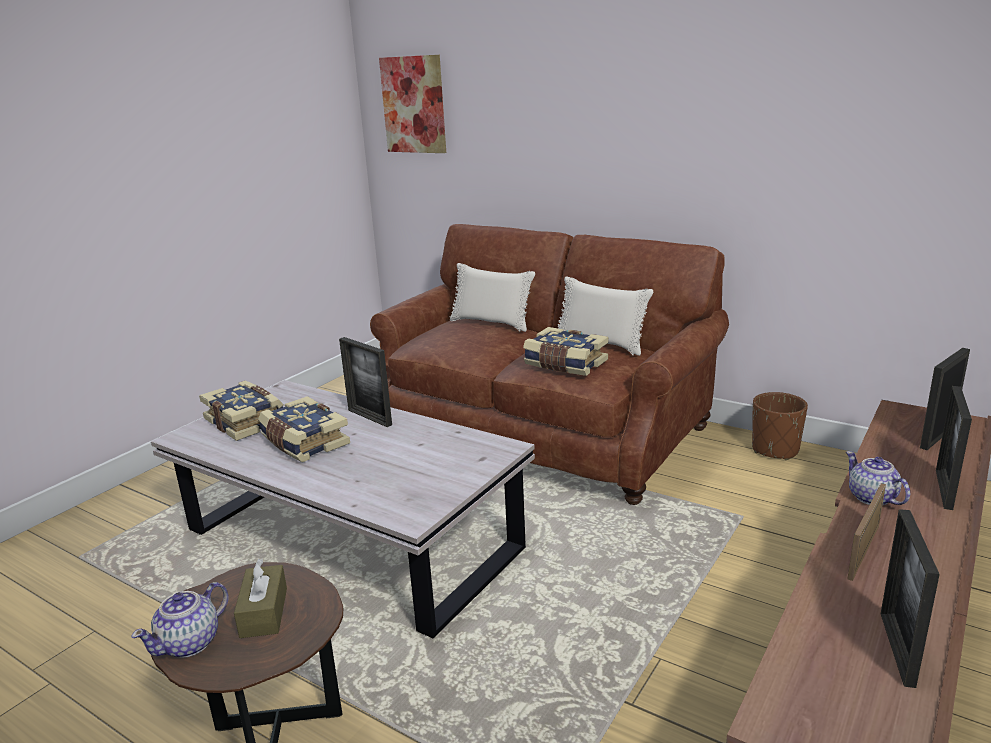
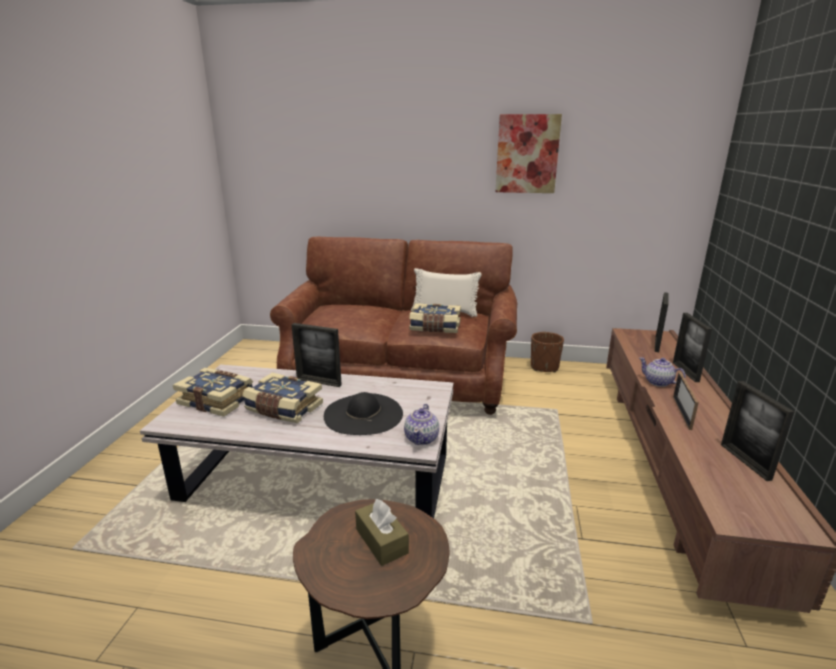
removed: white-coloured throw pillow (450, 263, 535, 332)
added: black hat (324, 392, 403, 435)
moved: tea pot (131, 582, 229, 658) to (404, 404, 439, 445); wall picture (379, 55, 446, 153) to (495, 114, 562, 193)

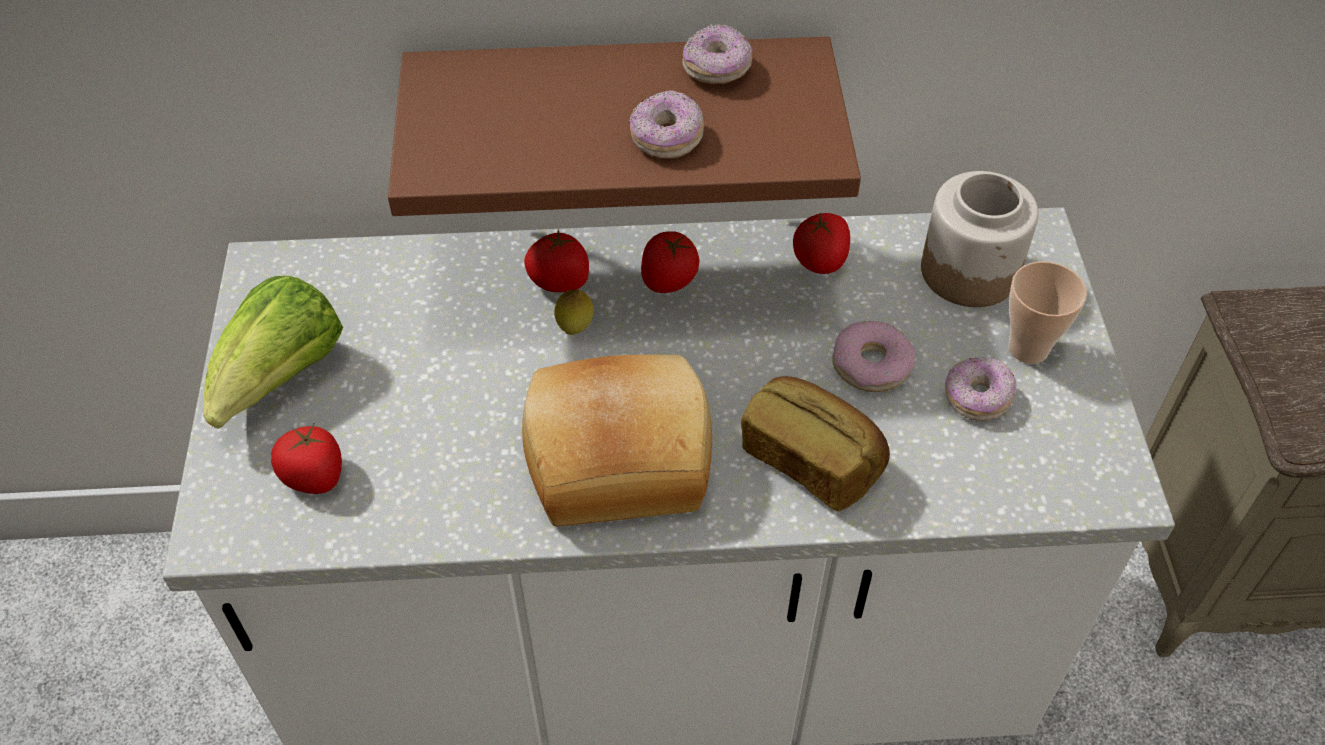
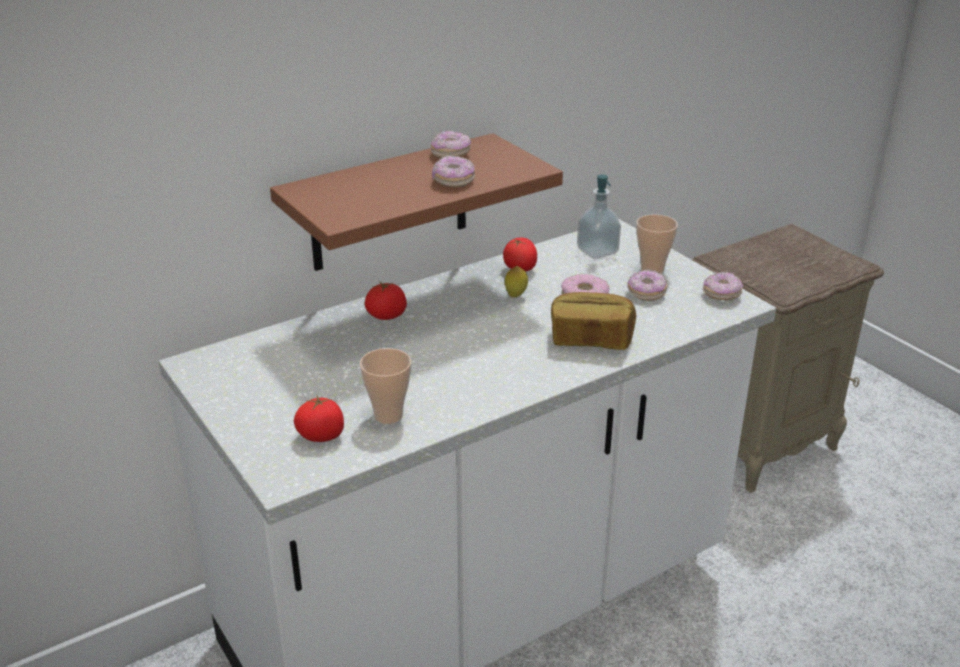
removed: lettuce head (204, 276, 343, 429); bakery bread (522, 354, 712, 527); whole tomato (641, 231, 700, 293)
added: cup (360, 348, 411, 424); doughnut (703, 272, 743, 300)
moved: lemon (554, 290, 594, 335) to (505, 266, 528, 298)
replaced: jar (921, 171, 1039, 307) to soap dispenser (577, 174, 621, 259)

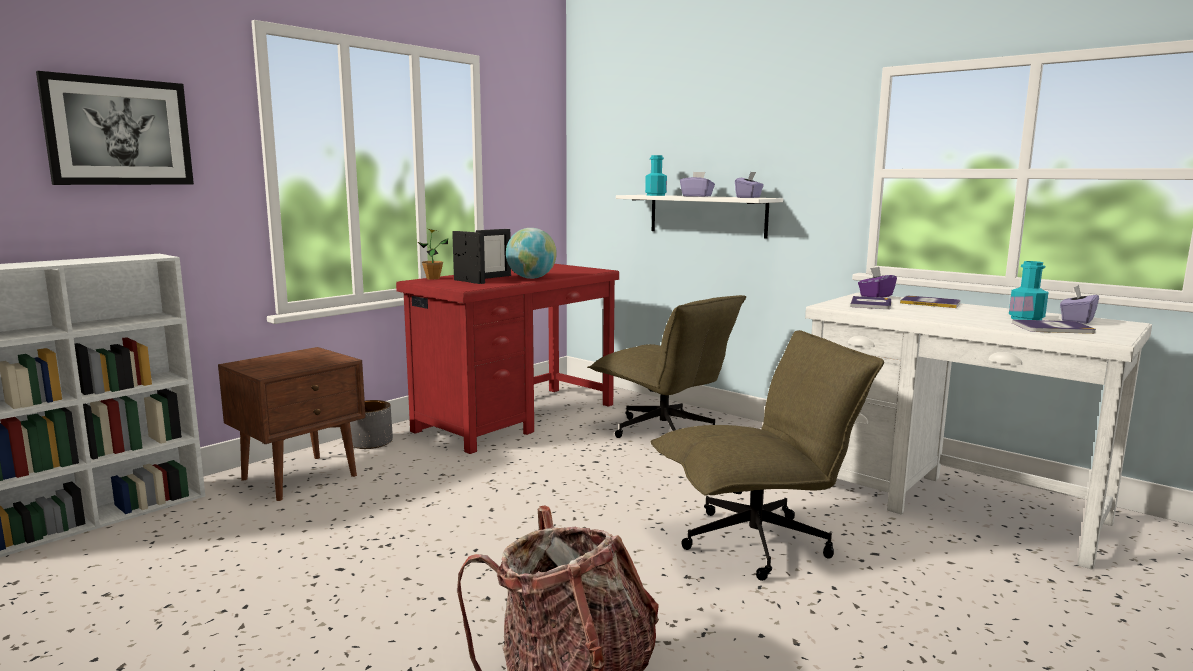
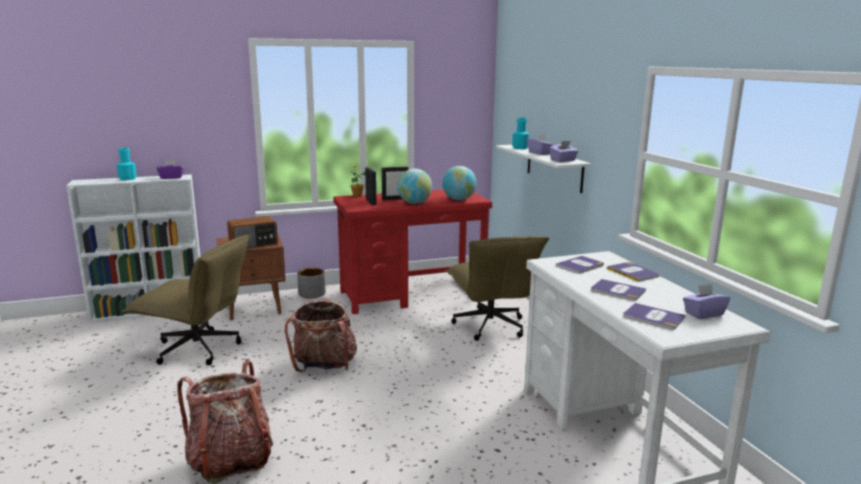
removed: wall picture (36, 71, 194, 185)
added: radio (227, 216, 278, 249); knapsack (285, 297, 357, 372); world globe (442, 166, 477, 200); volume (591, 279, 646, 301)
moved: sand-coloured office chair (650, 330, 884, 581) to (121, 235, 251, 365); purple-coloured box of tissues (858, 267, 897, 298) to (157, 159, 184, 179); turquoise-coloured bottle (1009, 261, 1049, 320) to (117, 148, 137, 180)

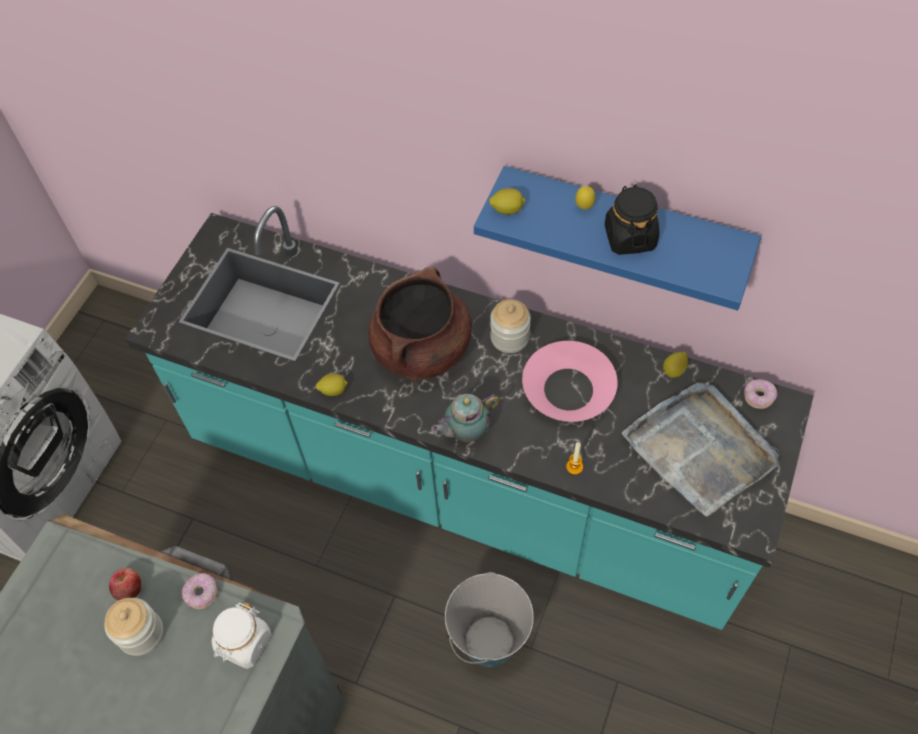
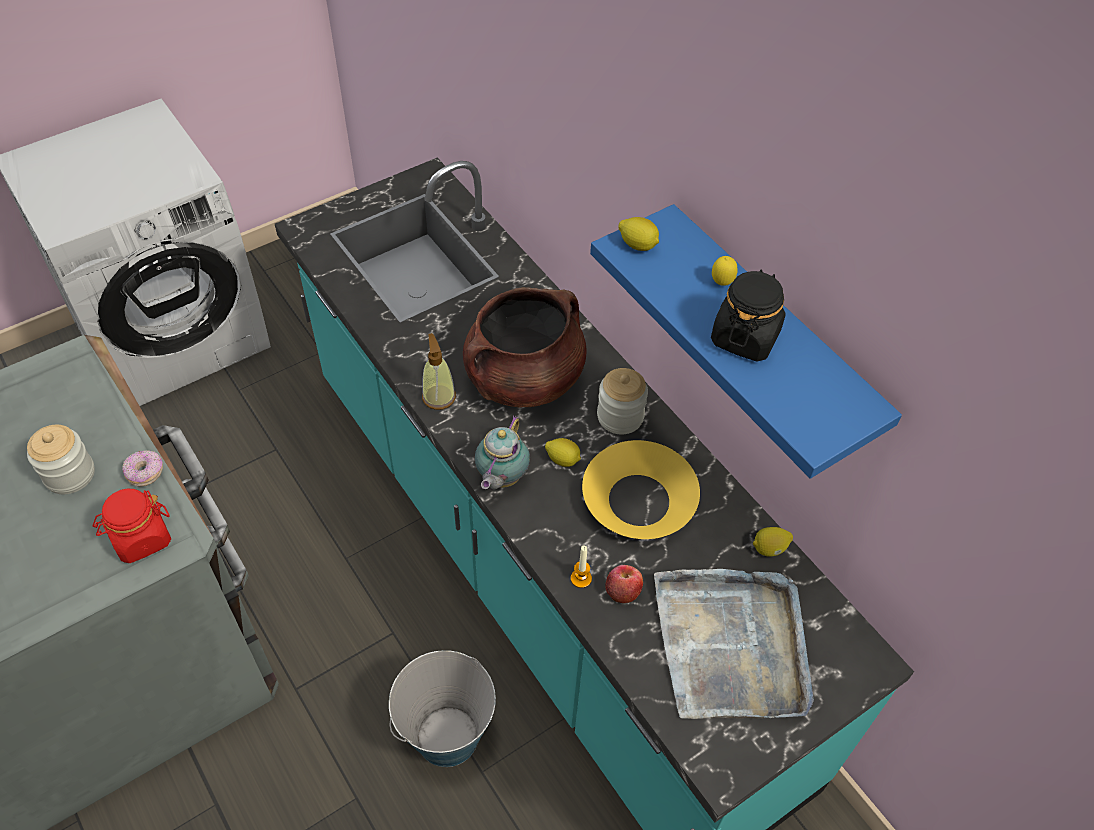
removed: doughnut (744, 379, 777, 409)
added: soap dispenser (422, 333, 456, 410)
moved: whole apple (109, 568, 141, 600) to (605, 565, 643, 603); lemon (316, 373, 348, 396) to (545, 438, 581, 467)
recoloured: white-coloured jar (212, 603, 271, 669) to red jar (93, 488, 171, 563); pink bowl (522, 341, 618, 422) to yellow-coloured bowl (582, 440, 700, 539)
turned: tea pot (431, 393, 500, 442) = (475, 415, 530, 490) 75 degrees counterclockwise

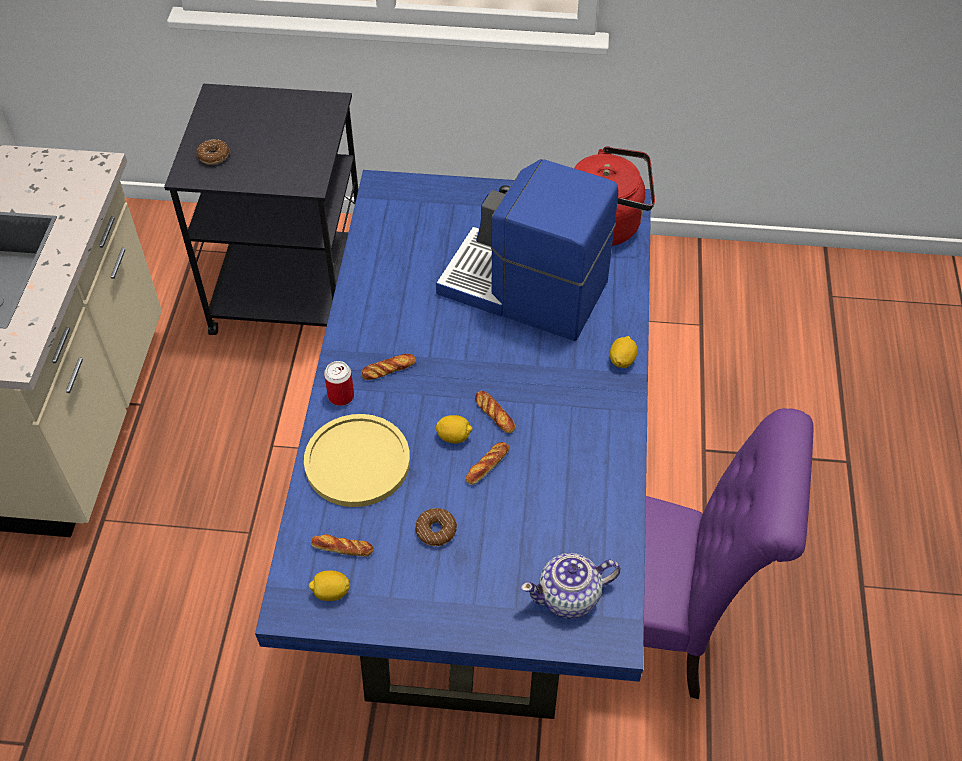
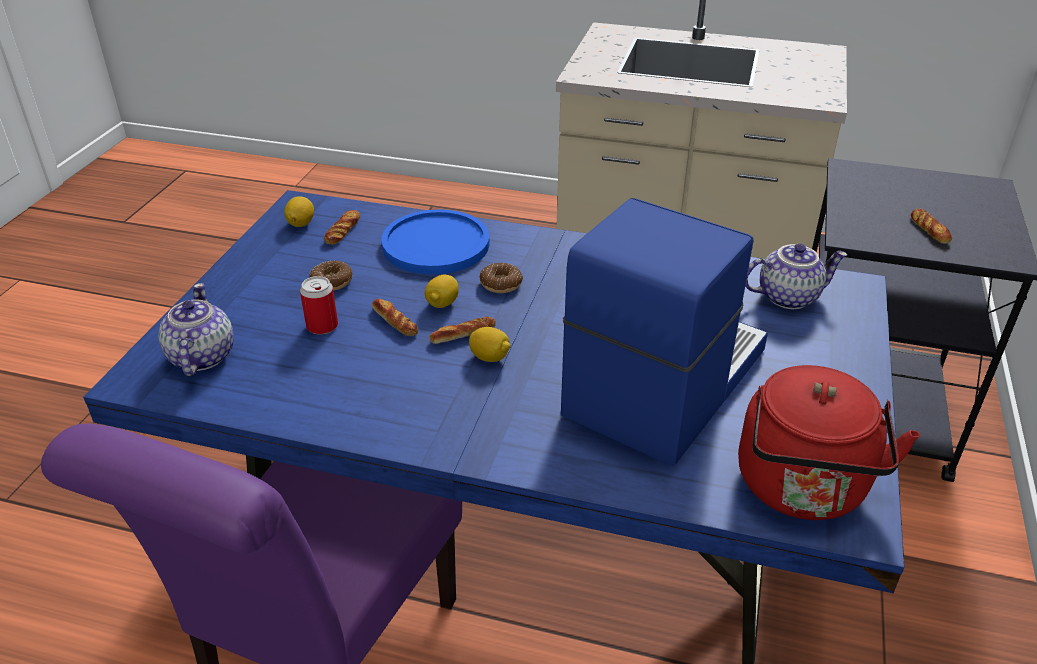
added: tea pot (745, 243, 848, 309)
moved: doughnut (196, 139, 229, 165) to (480, 263, 523, 293); can (324, 361, 354, 406) to (300, 276, 338, 335); bakery bread (361, 354, 416, 380) to (911, 209, 952, 244); lemon (610, 336, 638, 368) to (469, 327, 511, 362)
recoloured: yellow-coloured flat dish (304, 414, 410, 507) to blue-coloured flat dish (381, 209, 490, 274)

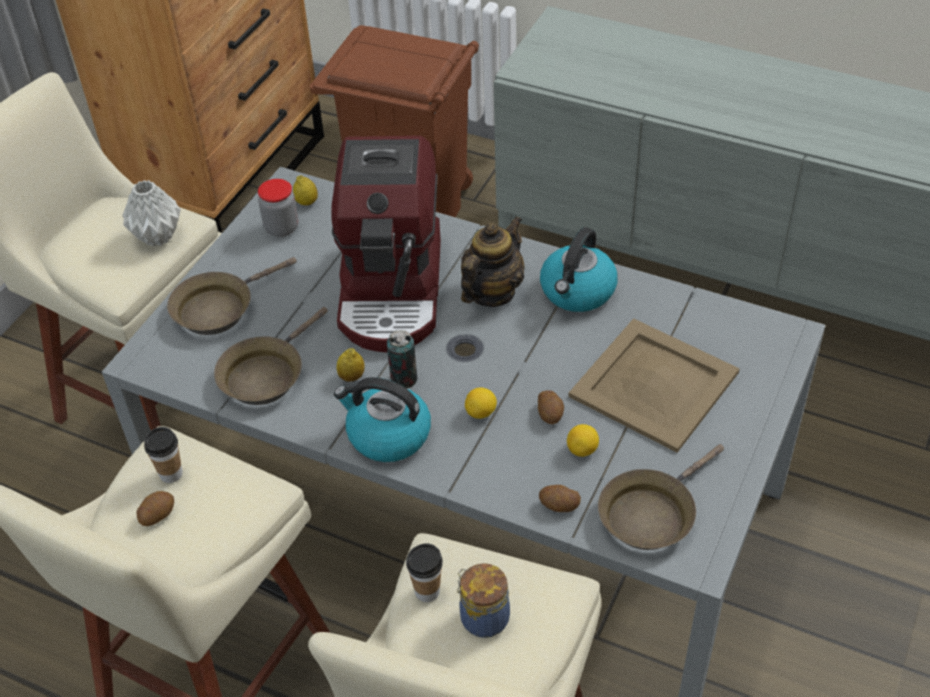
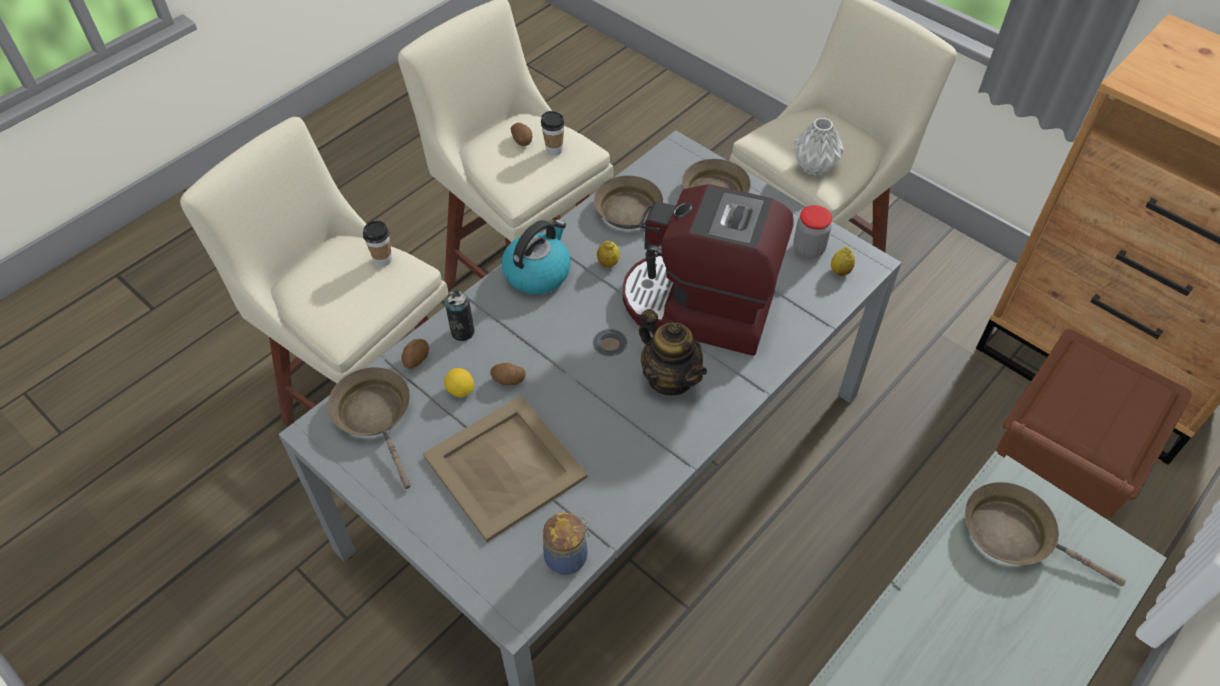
removed: lemon (465, 388, 497, 419); water kettle (540, 227, 618, 312)
added: brown pan (965, 482, 1126, 586)
moved: can (387, 330, 417, 388) to (445, 290, 475, 341); jar (457, 563, 510, 638) to (543, 512, 589, 575)

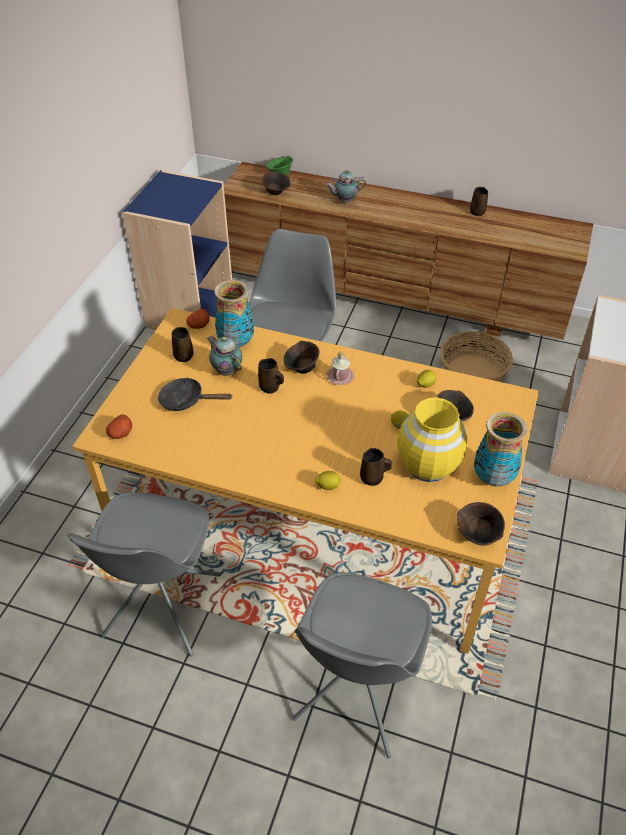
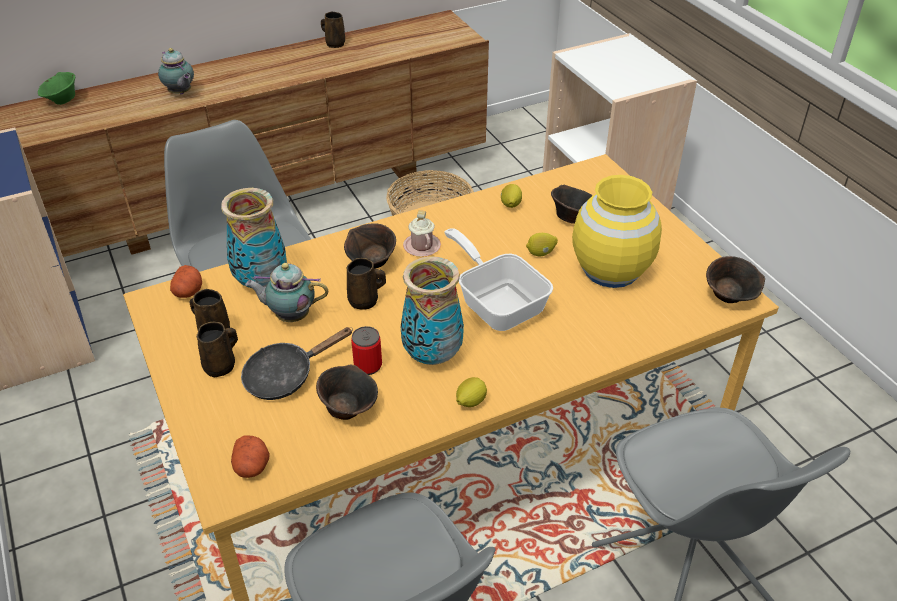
added: can (351, 326, 382, 375); pan (445, 228, 553, 331)
moved: brown bowl (262, 171, 291, 195) to (316, 364, 378, 420); lemon (315, 471, 342, 490) to (456, 377, 487, 407); brown tea mug (360, 448, 392, 486) to (197, 322, 238, 377); vase (474, 412, 527, 487) to (401, 256, 464, 365)
turned: tea pot (325, 170, 367, 203) = (158, 48, 194, 95) 75 degrees counterclockwise

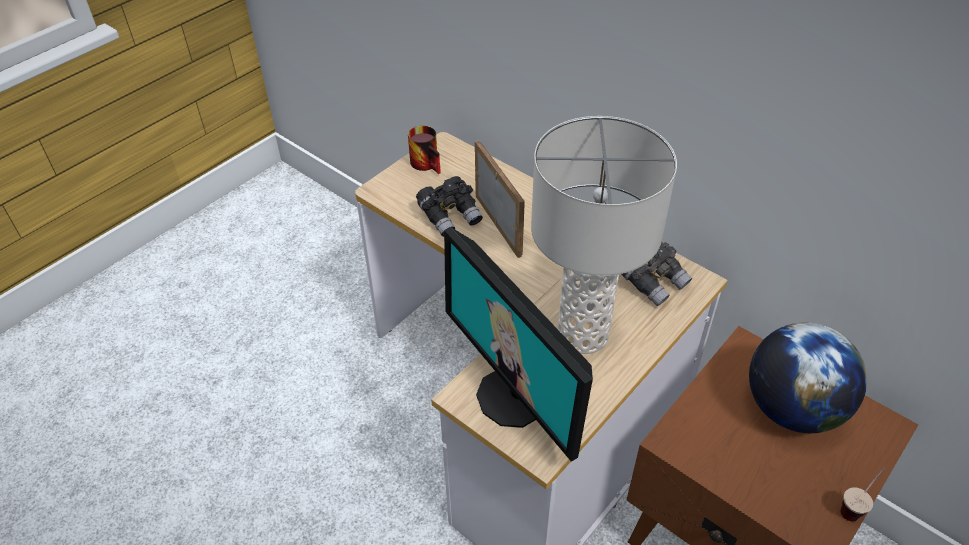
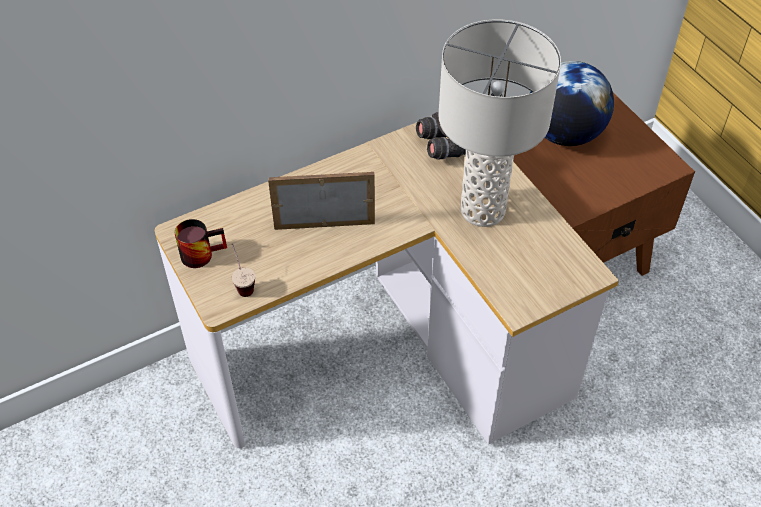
removed: black binoculars (416, 176, 483, 237); computer display (444, 227, 593, 462)
moved: cup (840, 467, 885, 522) to (232, 244, 255, 297)

